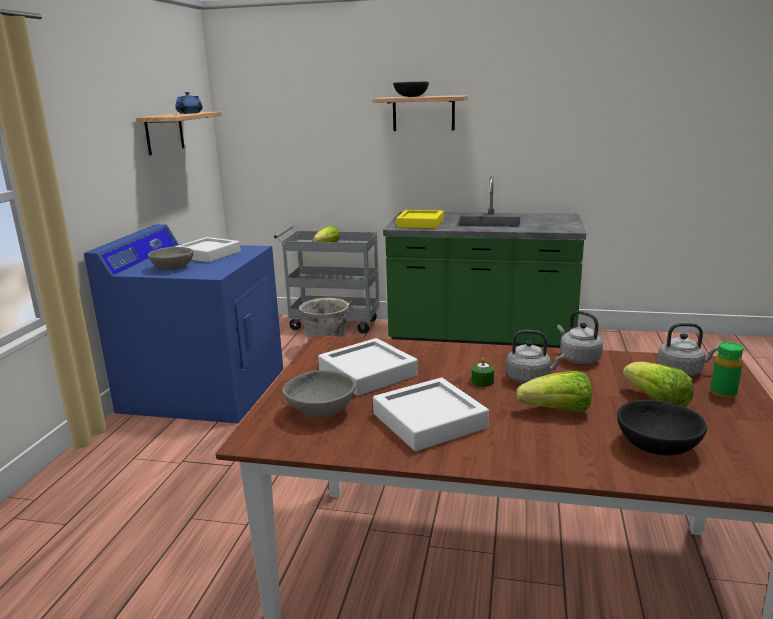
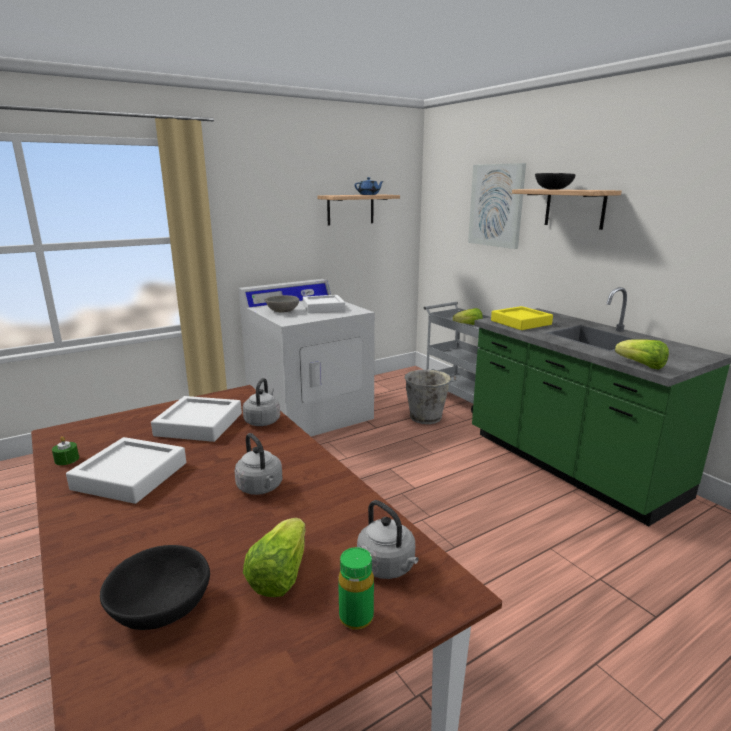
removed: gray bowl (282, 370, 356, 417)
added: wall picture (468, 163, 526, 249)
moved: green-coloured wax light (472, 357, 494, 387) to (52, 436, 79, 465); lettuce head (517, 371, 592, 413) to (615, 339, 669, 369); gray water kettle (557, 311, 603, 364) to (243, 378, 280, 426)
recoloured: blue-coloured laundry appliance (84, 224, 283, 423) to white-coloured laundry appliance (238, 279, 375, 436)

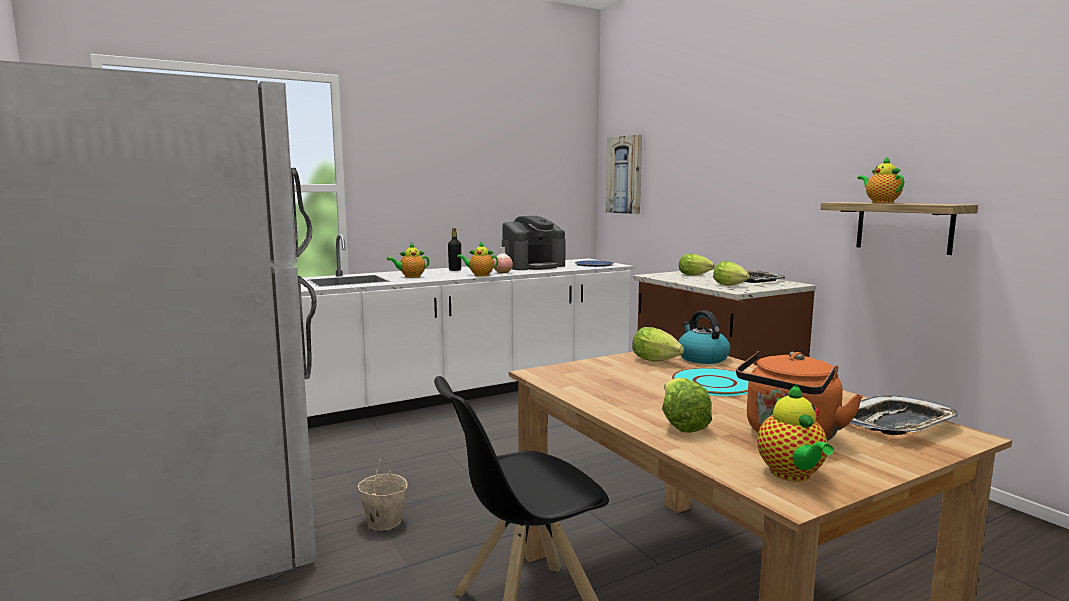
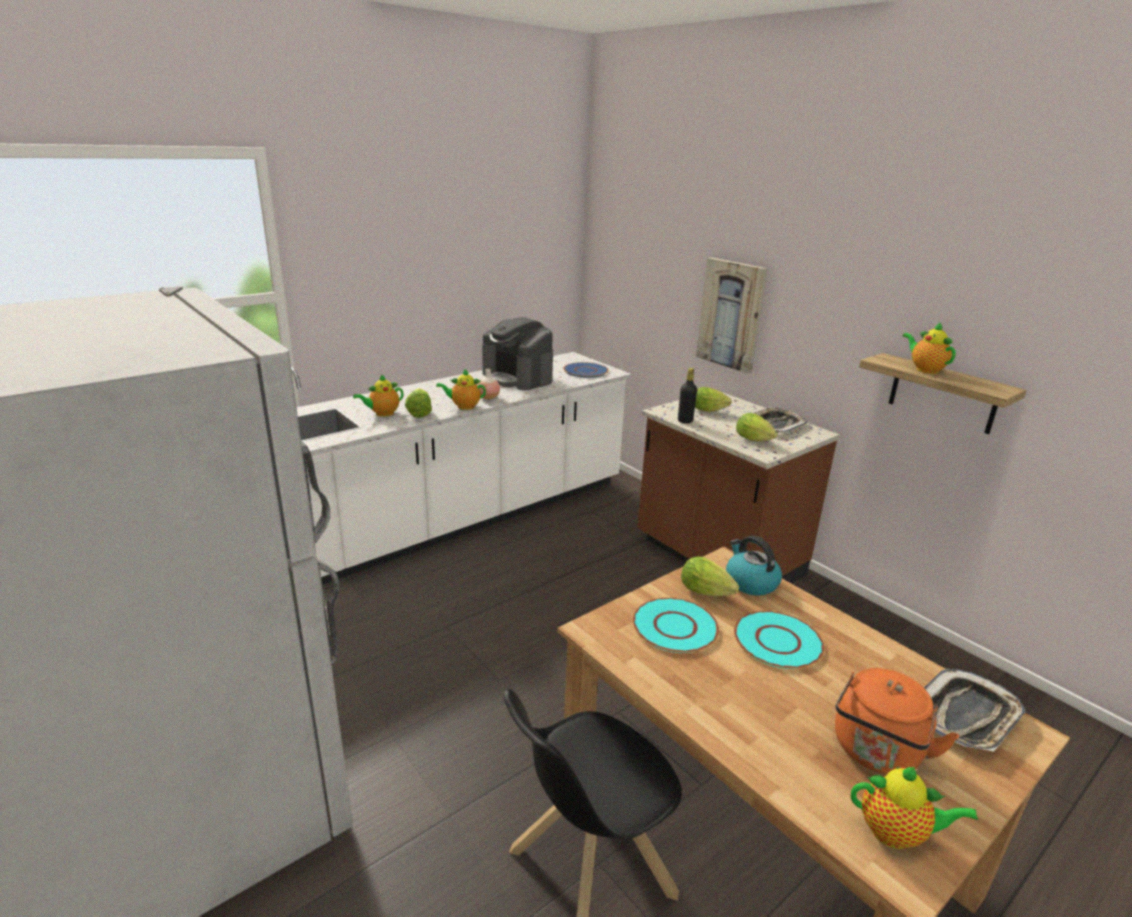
removed: sand-coloured pail (358, 458, 407, 530)
added: turquoise-coloured flat dish (633, 598, 719, 653)
moved: black bottle (448, 228, 461, 271) to (678, 368, 697, 423); wall picture (606, 134, 642, 214) to (696, 257, 767, 374); lettuce head (662, 378, 712, 433) to (405, 388, 432, 418)
turned: coffee maker (502, 216, 566, 270) = (482, 317, 553, 390) 90 degrees clockwise; tea pot (757, 384, 834, 482) = (851, 767, 978, 849) 60 degrees counterclockwise

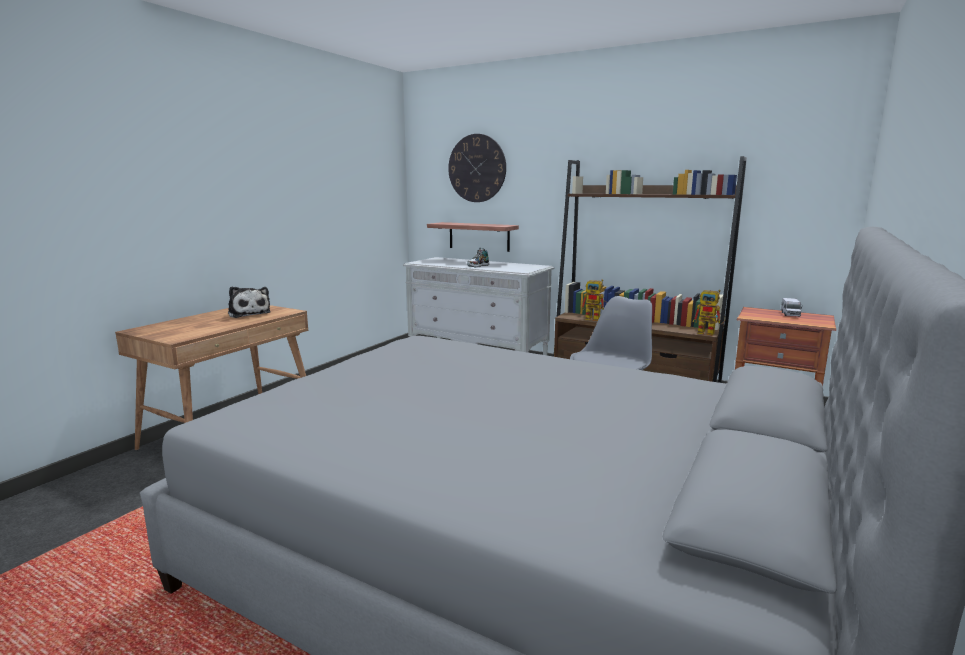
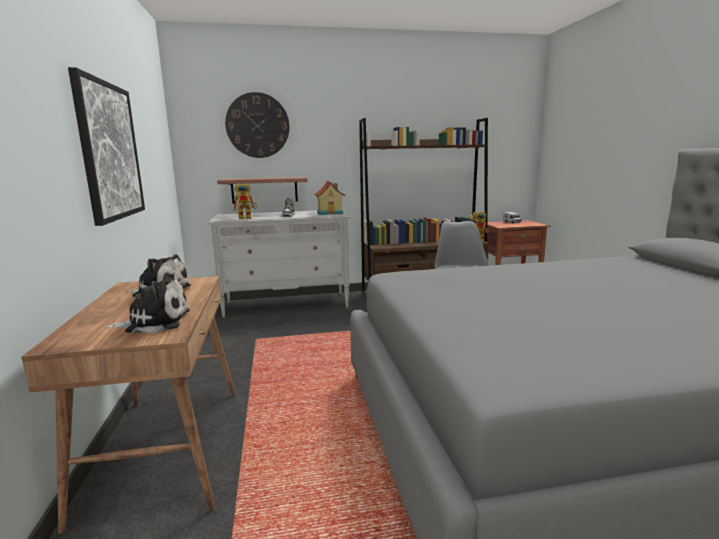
added: wall picture (68, 67, 145, 226); plush toy (105, 275, 190, 333); model house (314, 181, 345, 215)
moved: model robot (581, 280, 608, 321) to (234, 182, 257, 219)

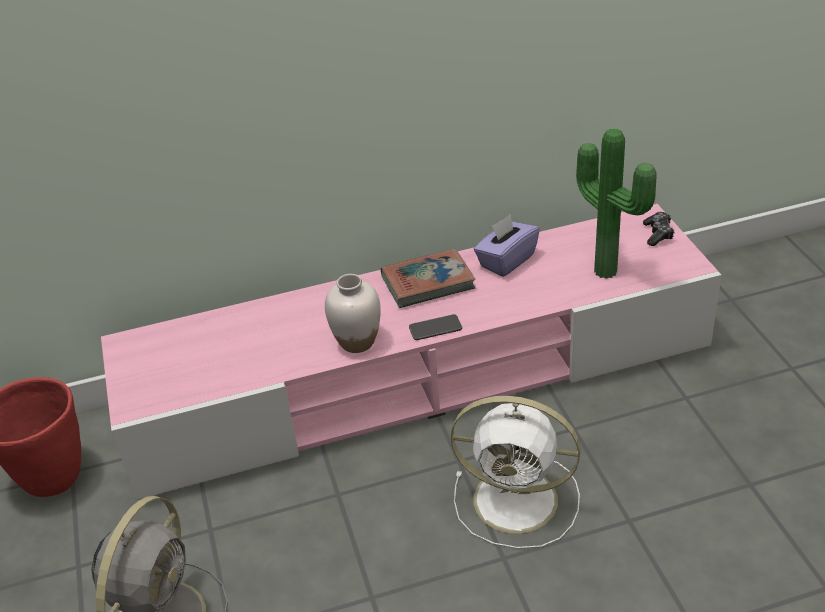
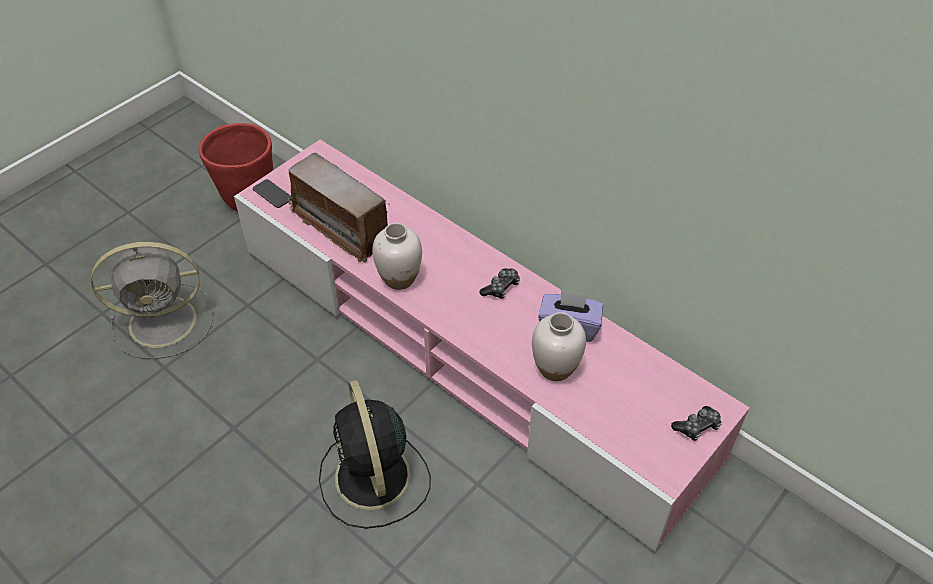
removed: potted plant (576, 129, 657, 279)
added: radio (288, 153, 389, 263); white-coloured vase (532, 312, 586, 381)
moved: handset (409, 314, 462, 340) to (253, 179, 291, 208)
replaced: volume (381, 248, 475, 308) to joypad (479, 268, 520, 299)
recoloured: white-coloured fan (451, 396, 580, 549) to black fan (319, 380, 431, 529)

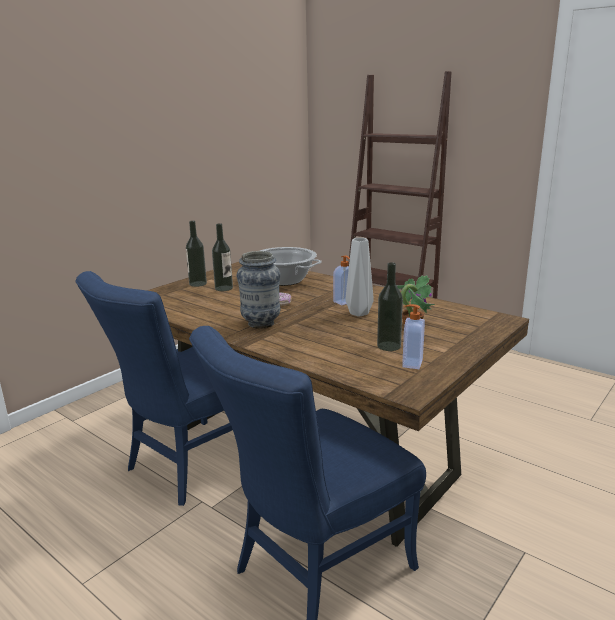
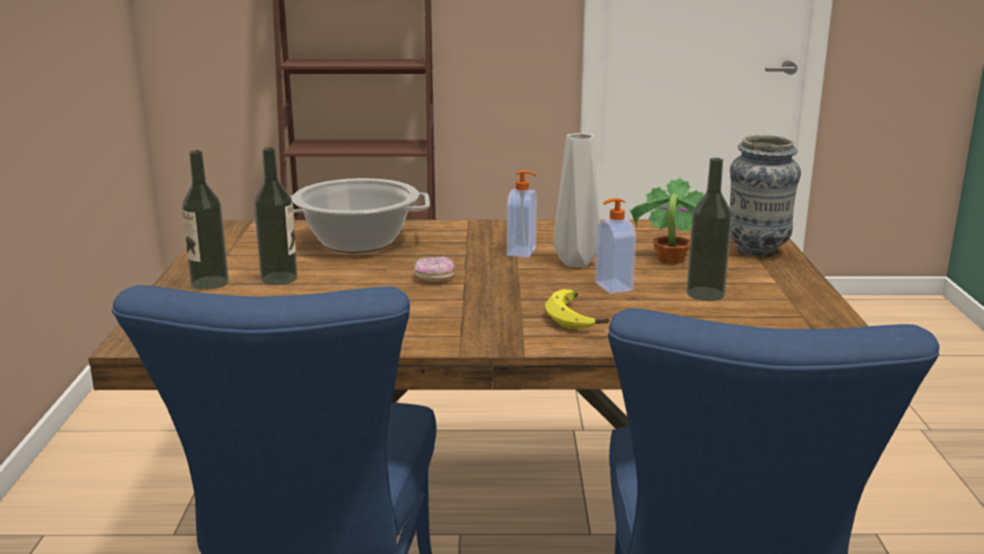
added: banana (545, 289, 610, 329)
moved: vase (237, 251, 280, 329) to (730, 135, 801, 258); soap dispenser (402, 304, 425, 369) to (595, 198, 636, 294)

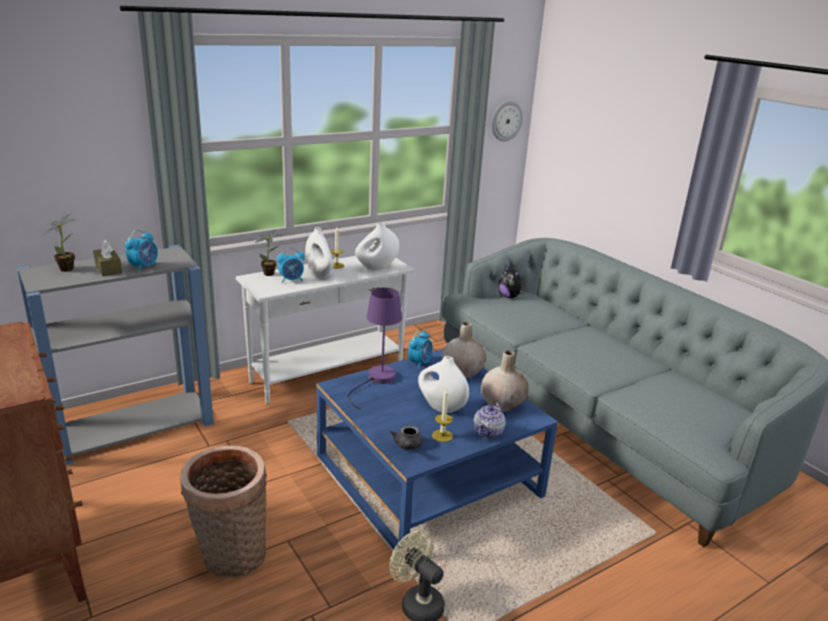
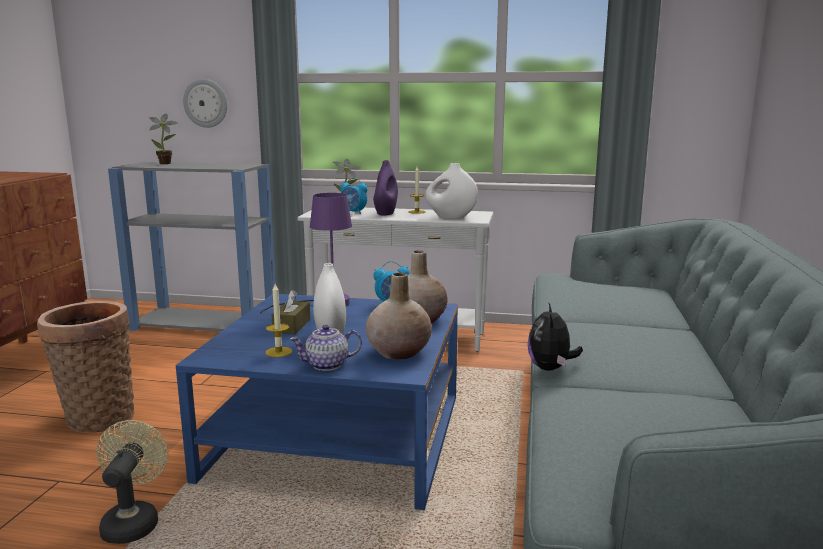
removed: alarm clock (125, 230, 158, 272); gray tea pot (390, 425, 423, 450)
moved: brown box of tissues (93, 240, 122, 276) to (271, 290, 310, 334); clock on the wall (492, 101, 523, 141) to (183, 79, 227, 128); plush toy (499, 265, 525, 298) to (527, 303, 583, 371)
recoloured: white-coloured vase (305, 227, 334, 278) to purple-coloured vase (373, 160, 398, 215)

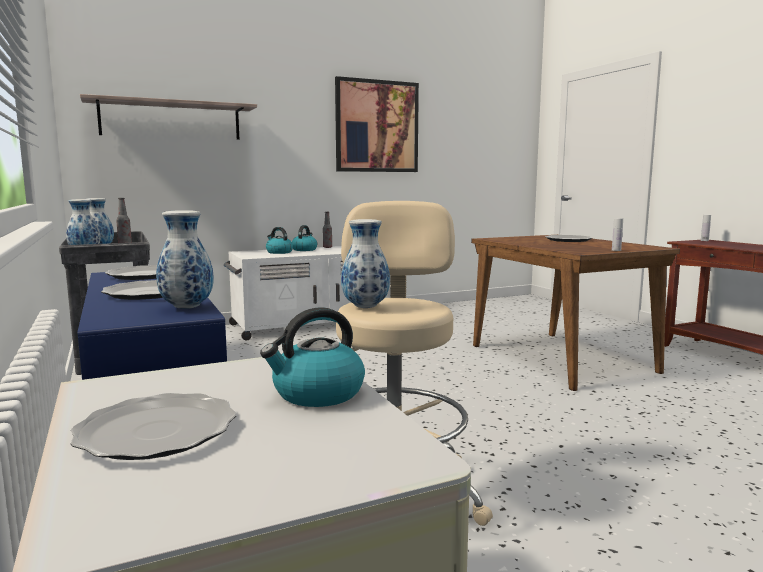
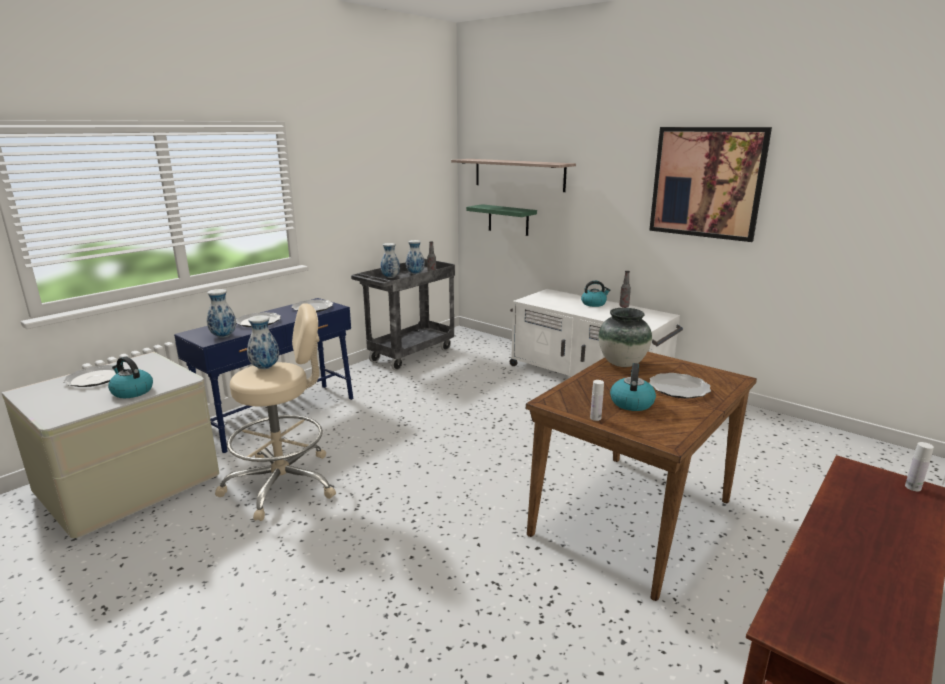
added: green-coloured bracket shelf (466, 204, 537, 236); vase (598, 308, 652, 367)
moved: water kettle (266, 227, 293, 254) to (610, 363, 656, 411)

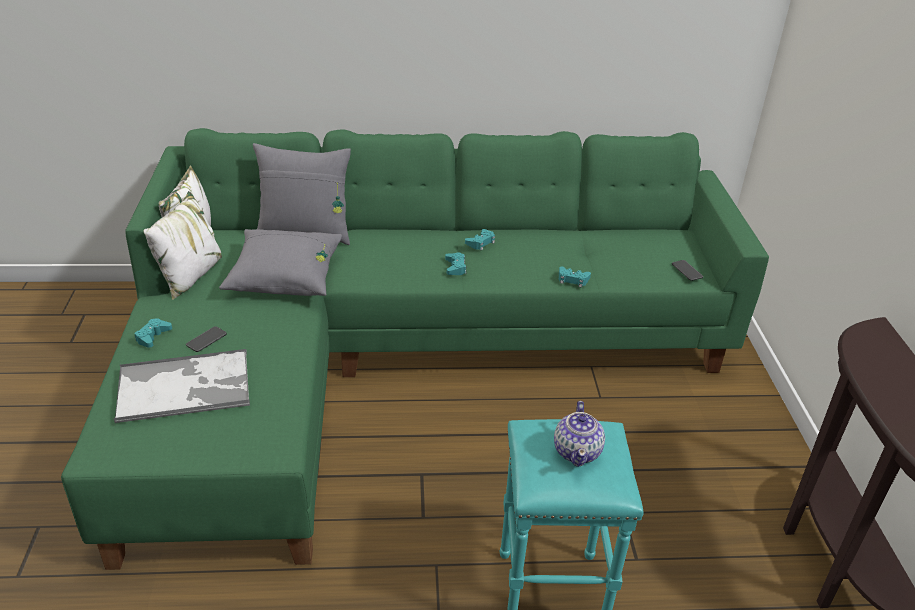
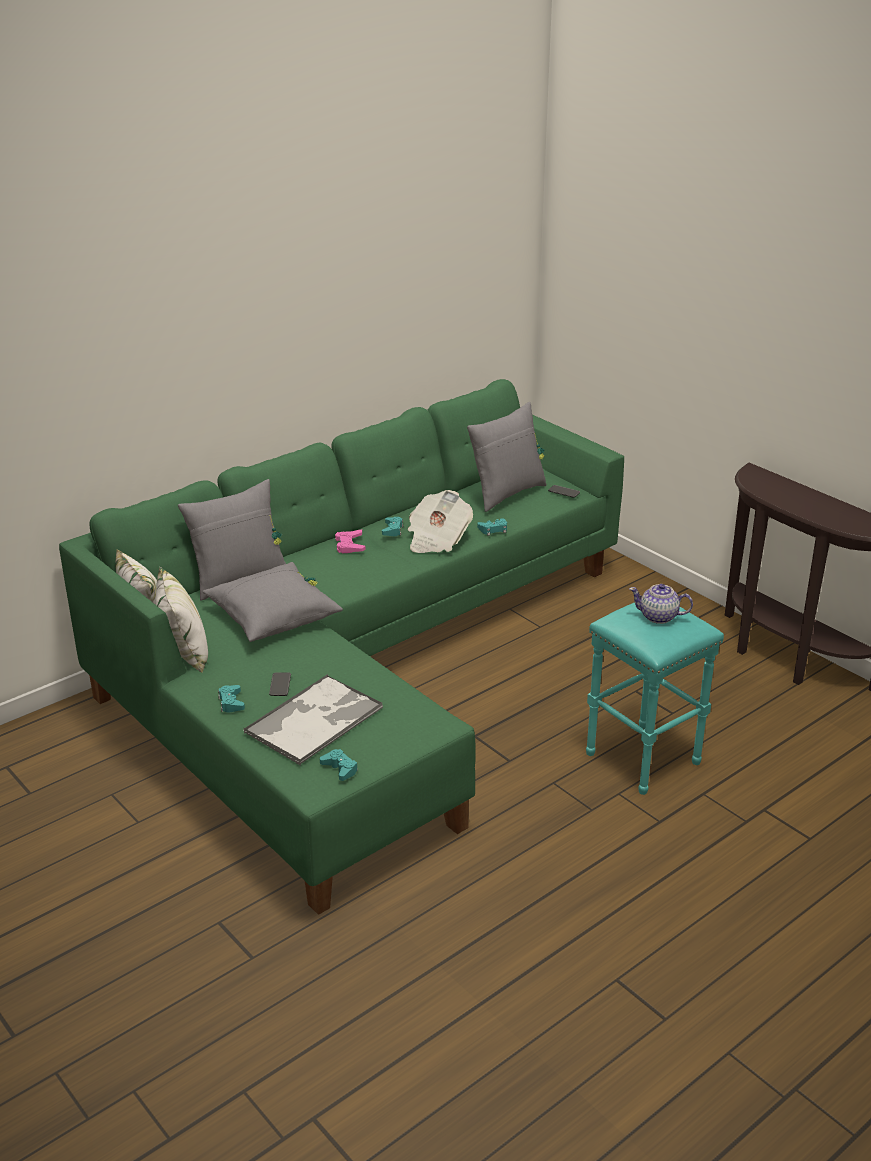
added: pink joypad (335, 530, 366, 553); printed paper (408, 490, 473, 553); gray throw pillow (467, 402, 546, 512)
moved: turquoise-coloured joypad (445, 253, 466, 275) to (320, 749, 358, 781)
turned: tea pot (554, 401, 605, 467) = (629, 584, 693, 624) 135 degrees clockwise

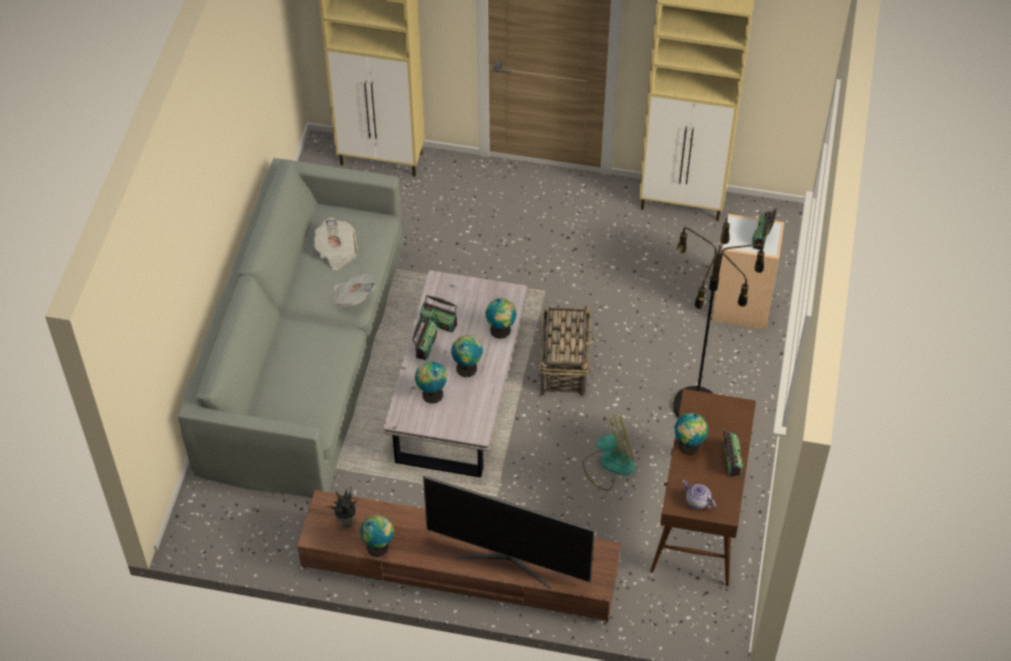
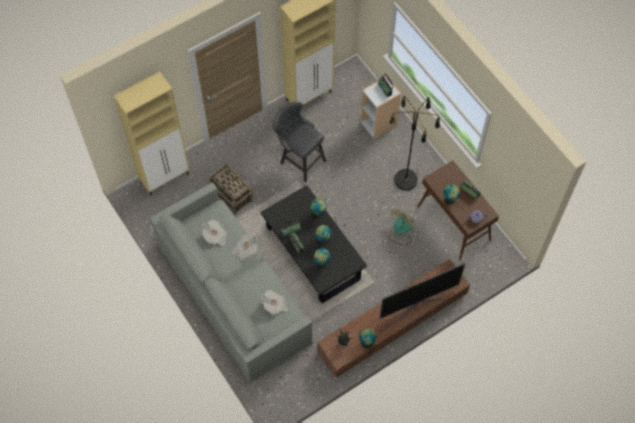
added: printed paper (261, 290, 288, 314); gray stool seat (273, 101, 326, 182)
moved: household basket (539, 305, 595, 396) to (208, 163, 253, 215)
recoloured: white-coloured coffee table (383, 270, 528, 478) to black coffee table (261, 185, 367, 303)

